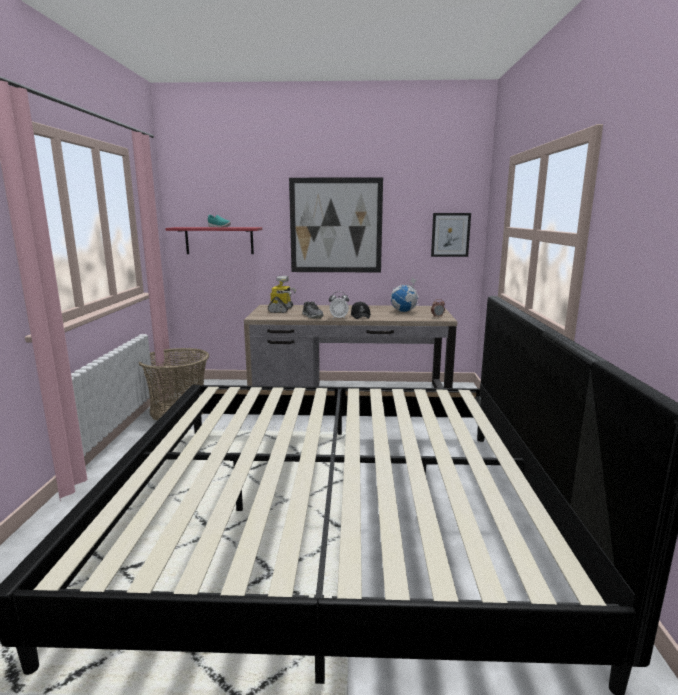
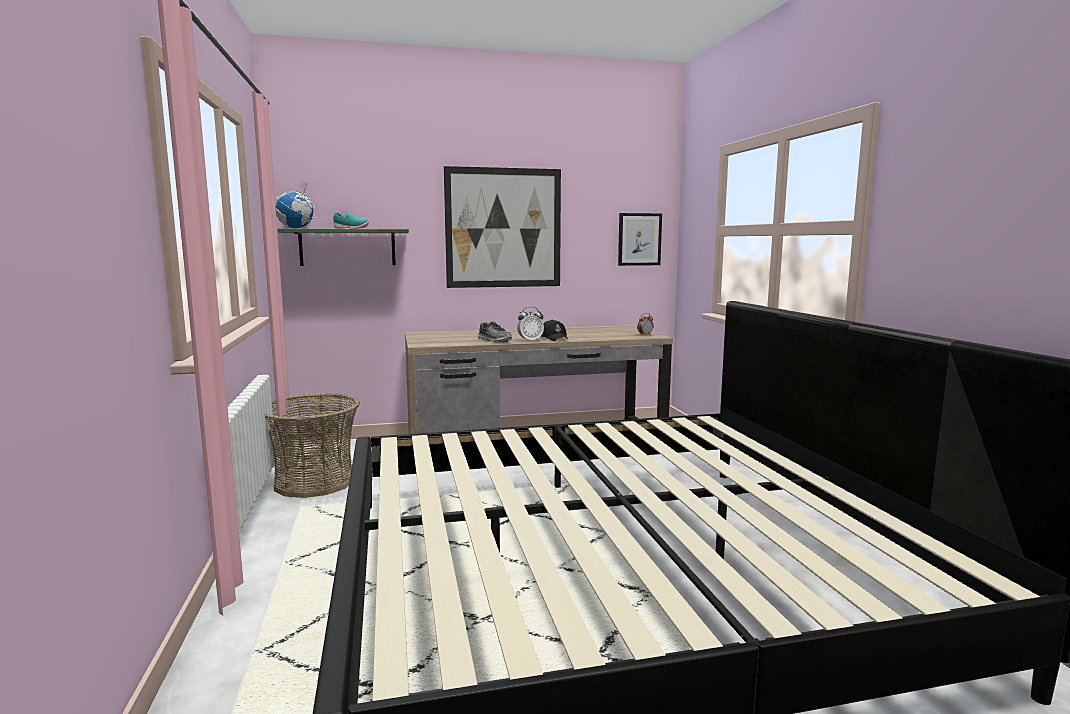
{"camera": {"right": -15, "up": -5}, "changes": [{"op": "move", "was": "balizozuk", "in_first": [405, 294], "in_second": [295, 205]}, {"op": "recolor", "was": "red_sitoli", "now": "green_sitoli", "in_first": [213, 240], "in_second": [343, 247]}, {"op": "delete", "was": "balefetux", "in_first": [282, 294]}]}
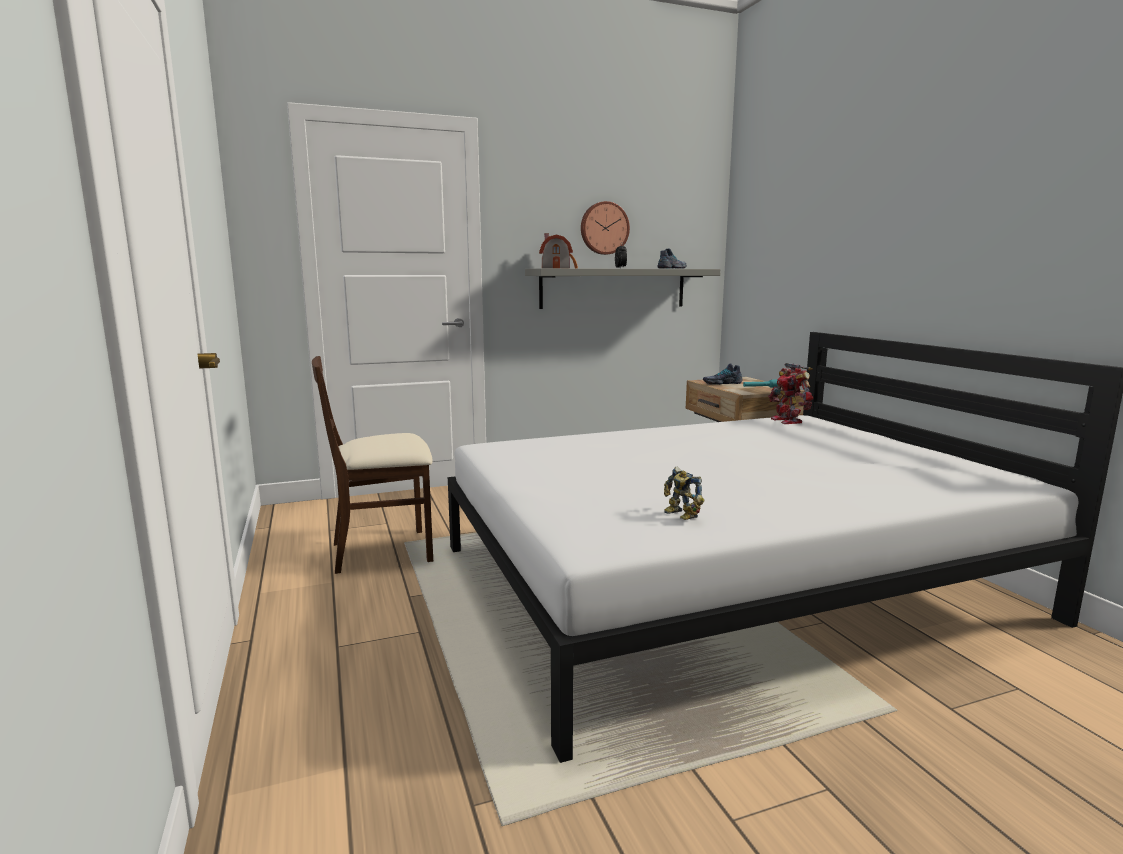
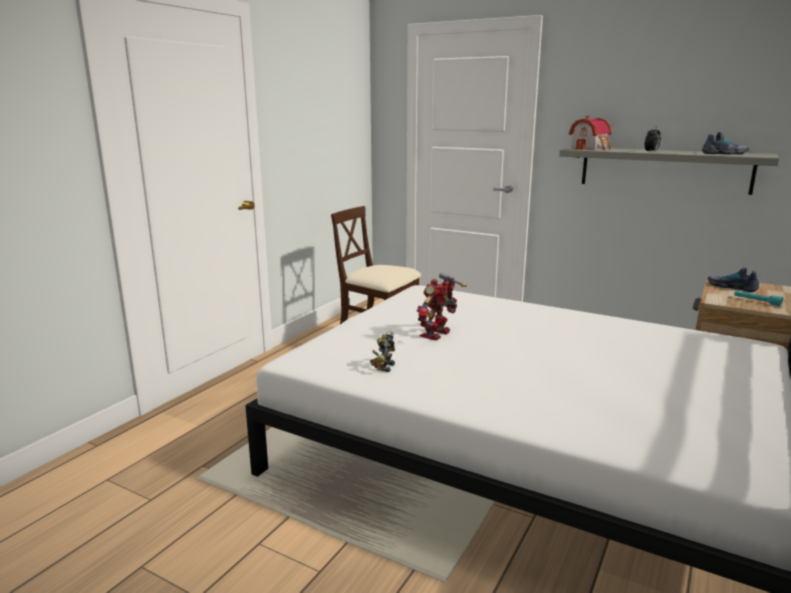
{"camera": {"right": 50, "up": 5}, "changes": [{"op": "move", "was": "balefetux", "in_first": [791, 393], "in_second": [442, 307]}, {"op": "delete", "was": "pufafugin", "in_first": [605, 228]}]}
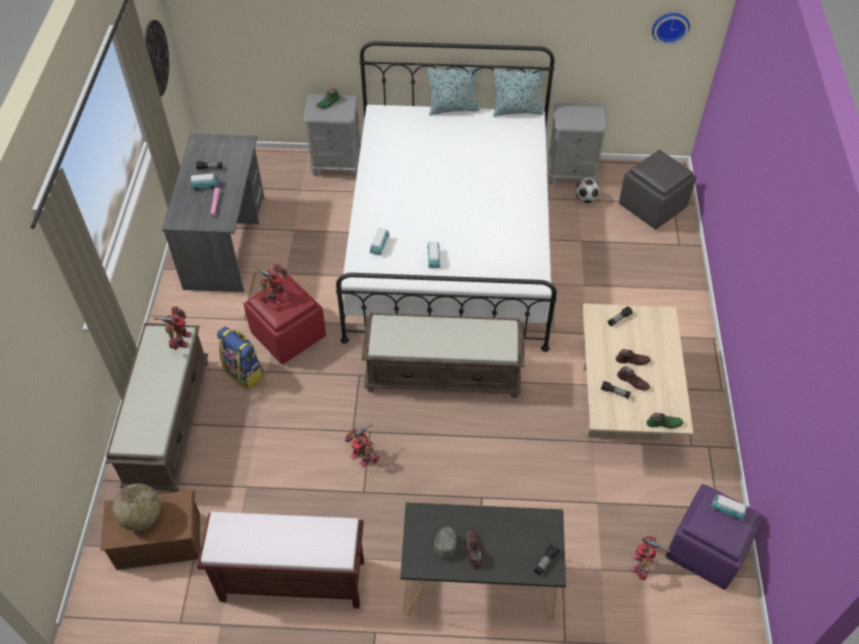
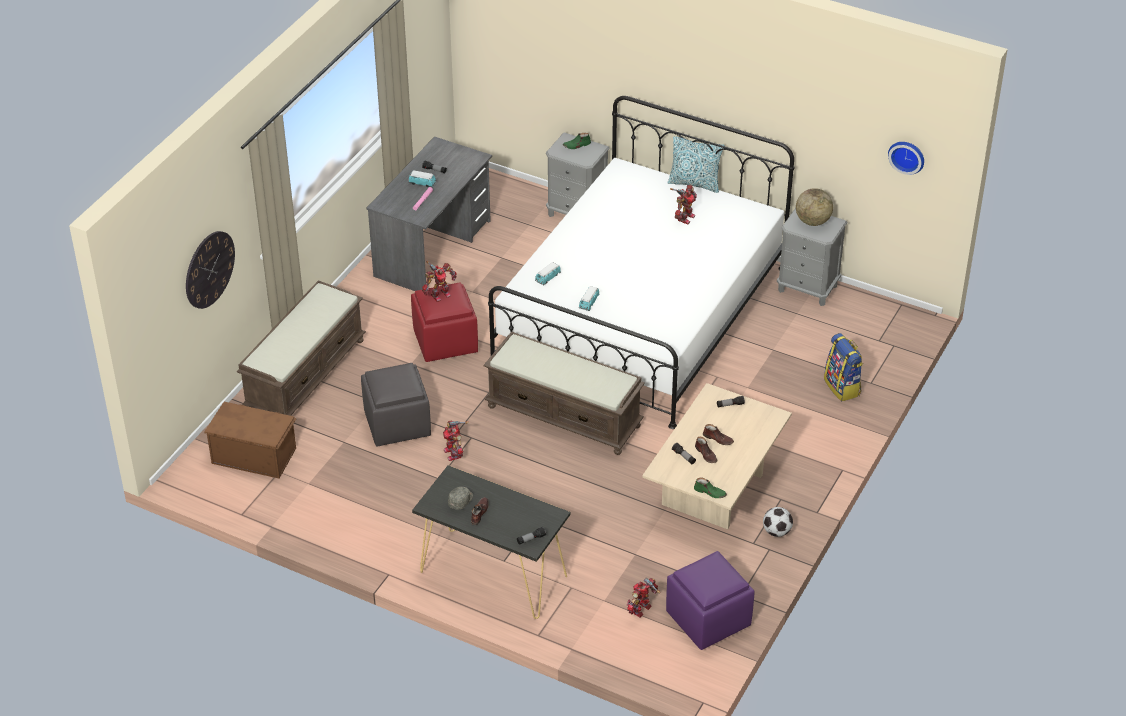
{"camera": {"right": 25, "up": -10}, "changes": [{"op": "move", "was": "pufafugin", "in_first": [156, 58], "in_second": [210, 270]}, {"op": "move", "was": "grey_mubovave", "in_first": [657, 190], "in_second": [396, 405]}, {"op": "move", "was": "balefetux", "in_first": [172, 328], "in_second": [683, 205]}, {"op": "move", "was": "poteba", "in_first": [587, 190], "in_second": [778, 522]}, {"op": "move", "was": "balizozuk", "in_first": [136, 507], "in_second": [814, 207]}, {"op": "move", "was": "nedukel", "in_first": [240, 358], "in_second": [843, 367]}, {"op": "delete", "was": "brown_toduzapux", "in_first": [280, 560]}, {"op": "delete", "was": "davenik", "in_first": [518, 93]}, {"op": "delete", "was": "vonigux", "in_first": [728, 508]}]}
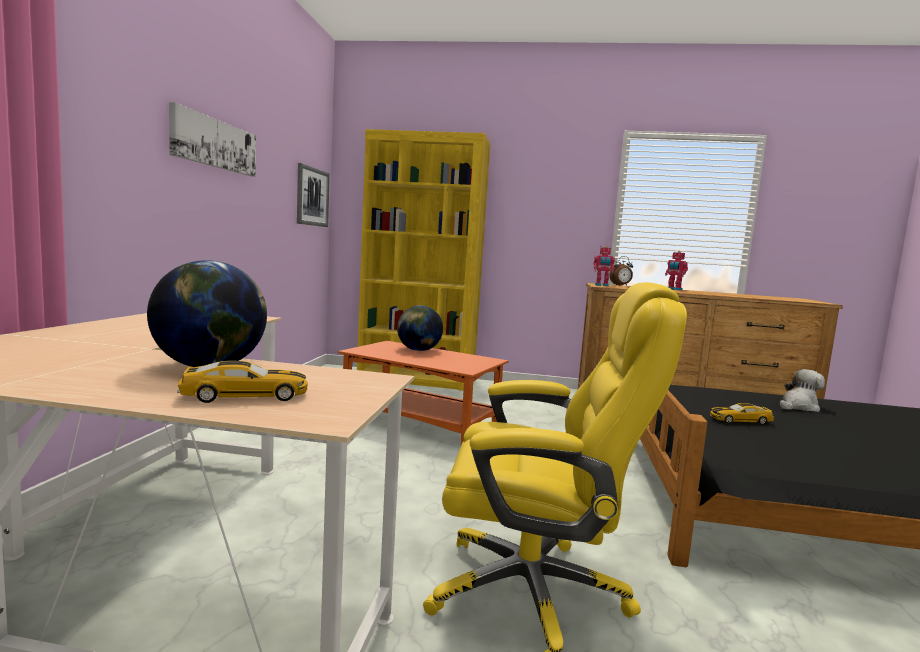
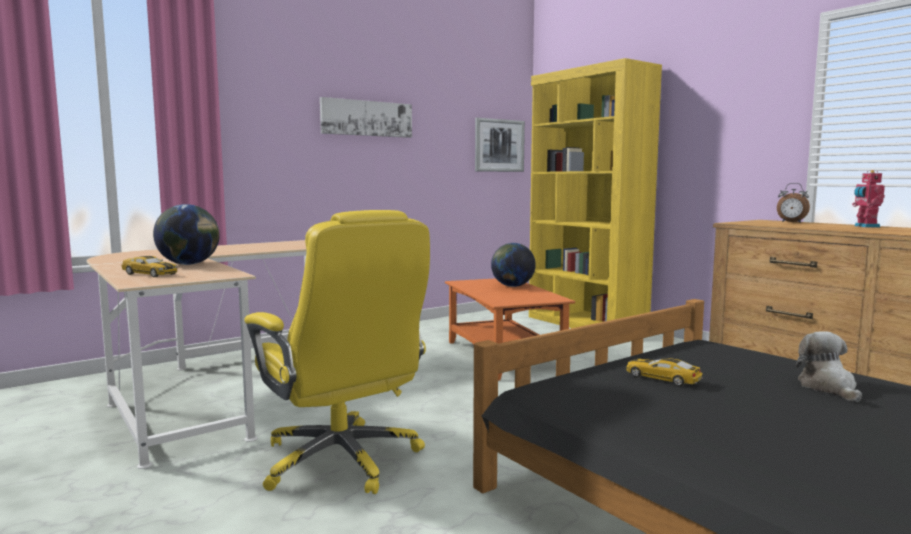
{"camera": {"right": 45, "up": 0}, "changes": [{"op": "rotate", "was": "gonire", "in_first": [802, 390], "in_second": [829, 367], "clockwise": -105}, {"op": "delete", "was": "balefetux", "in_first": [604, 266]}]}
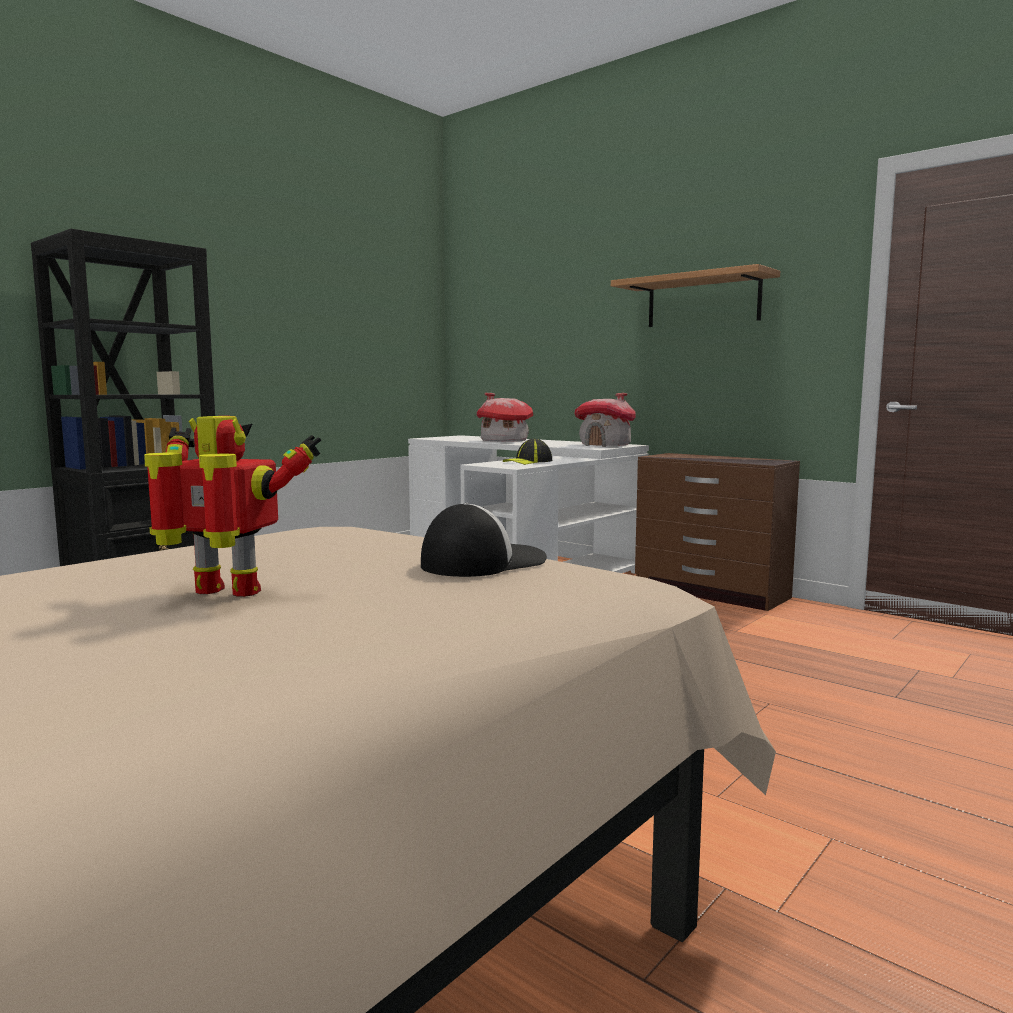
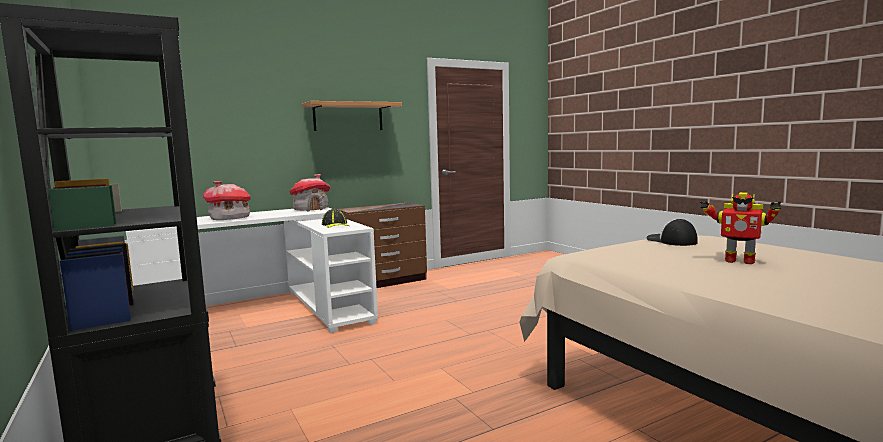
{"camera": {"right": -70, "up": 0}, "changes": [{"op": "rotate", "was": "balefetux", "in_first": [232, 506], "in_second": [741, 228], "clockwise": -90}]}
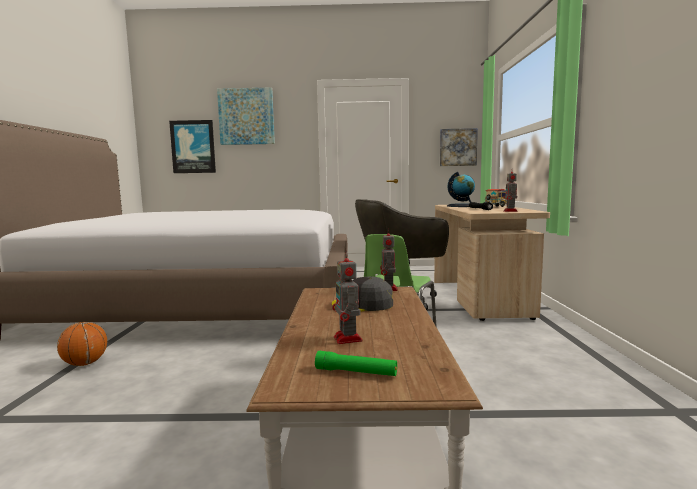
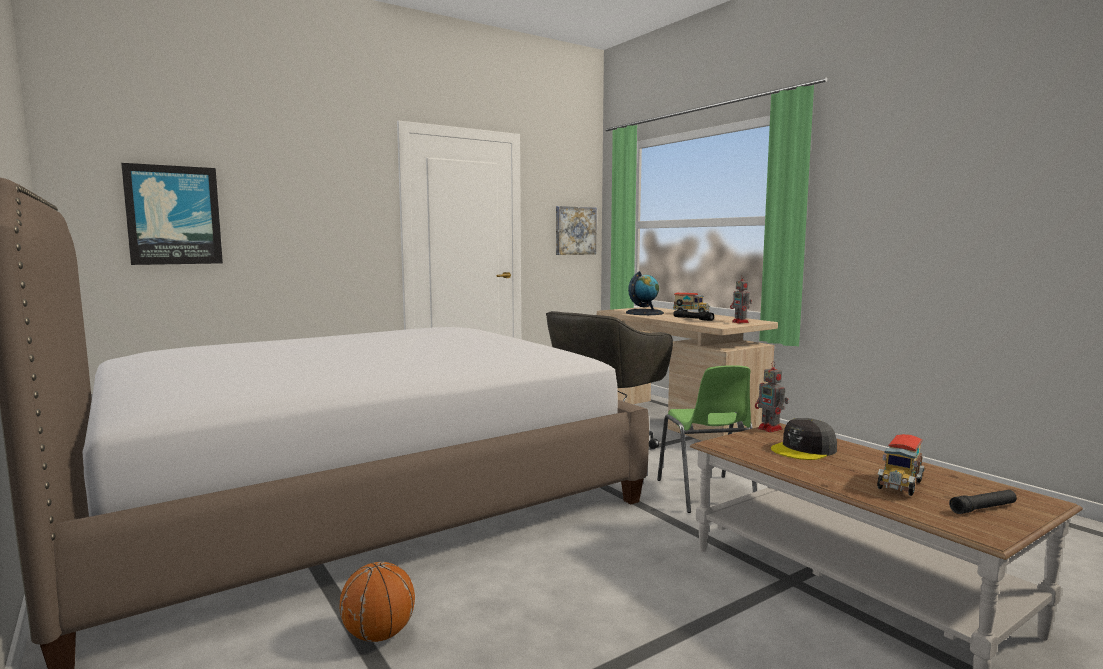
{"camera": {"right": -35, "up": 0}, "changes": [{"op": "replace", "was": "balefetux", "now": "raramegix", "in_first": [347, 297], "in_second": [900, 465]}, {"op": "recolor", "was": "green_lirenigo", "now": "black_lirenigo", "in_first": [356, 363], "in_second": [983, 502]}, {"op": "delete", "was": "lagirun", "in_first": [246, 116]}]}
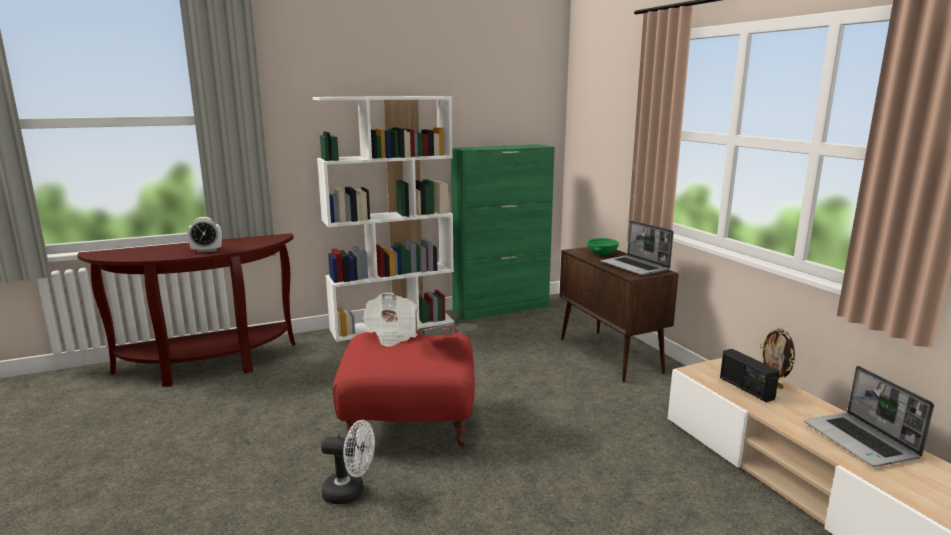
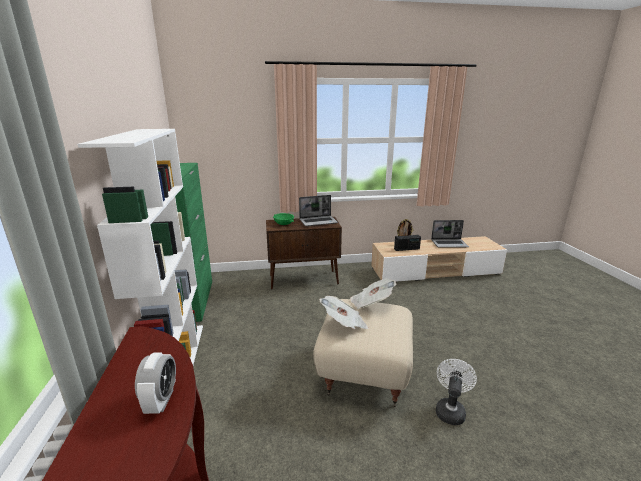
{"camera": {"right": -75, "up": 5}, "changes": [{"op": "recolor", "was": "red_mubovave", "now": "beige_mubovave", "in_first": [404, 389], "in_second": [363, 353]}]}
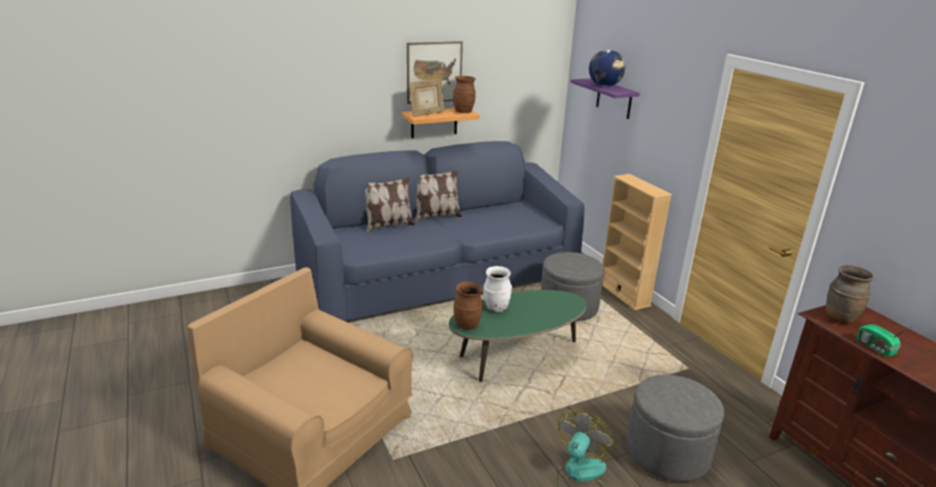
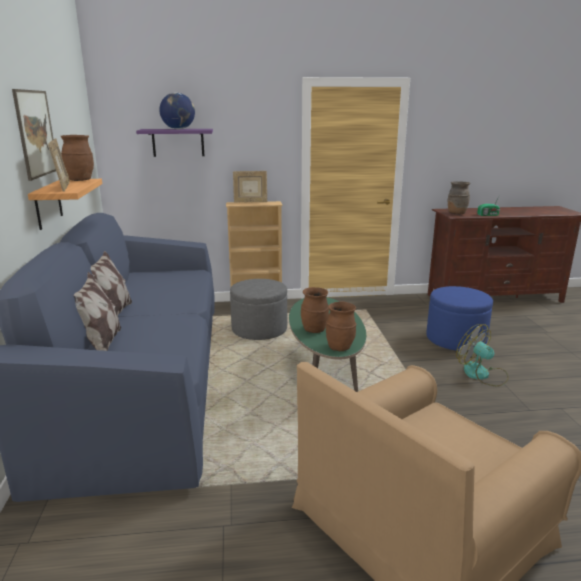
{"camera": {"right": -70, "up": -5}, "changes": [{"op": "insert", "now": "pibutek", "in_second": [250, 186]}, {"op": "recolor", "was": "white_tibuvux", "now": "brown_tibuvux", "in_first": [497, 289], "in_second": [315, 310]}, {"op": "recolor", "was": "grey_mubovave", "now": "blue_mubovave", "in_first": [675, 428], "in_second": [459, 318]}]}
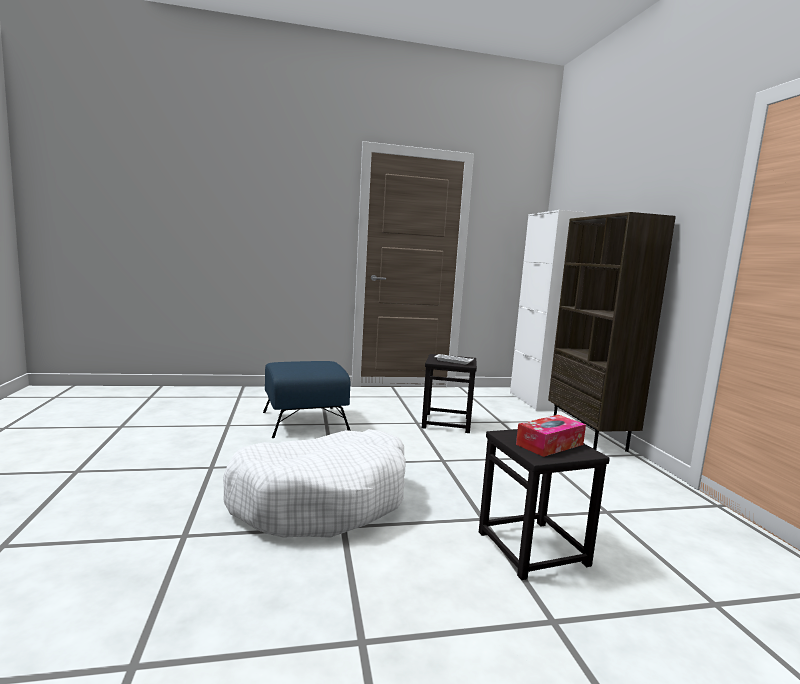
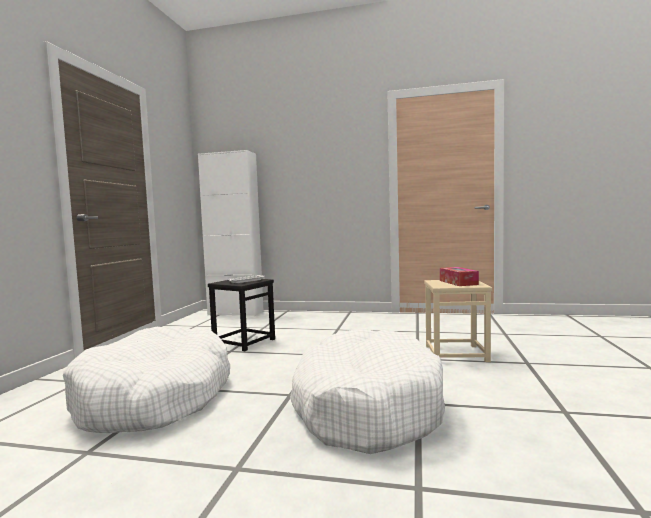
{"camera": {"right": -65, "up": -5}, "changes": [{"op": "replace", "was": "blue_mubovave", "now": "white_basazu", "in_first": [307, 399], "in_second": [146, 379]}, {"op": "recolor", "was": "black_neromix", "now": "beige_neromix", "in_first": [544, 504], "in_second": [458, 321]}, {"op": "delete", "was": "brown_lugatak", "in_first": [612, 332]}]}
